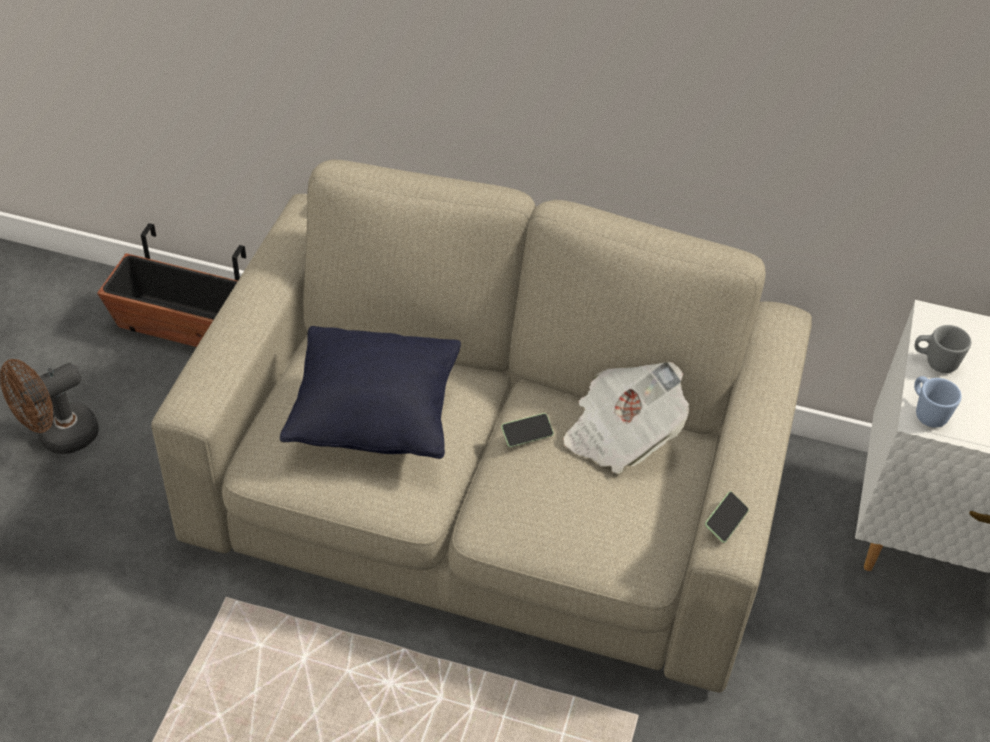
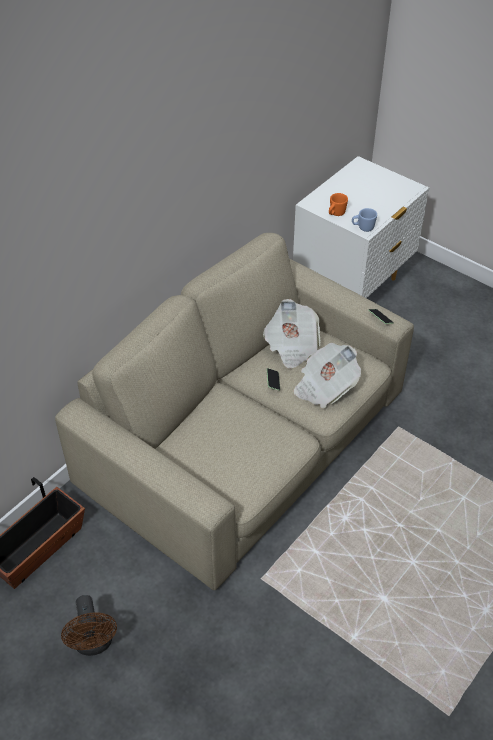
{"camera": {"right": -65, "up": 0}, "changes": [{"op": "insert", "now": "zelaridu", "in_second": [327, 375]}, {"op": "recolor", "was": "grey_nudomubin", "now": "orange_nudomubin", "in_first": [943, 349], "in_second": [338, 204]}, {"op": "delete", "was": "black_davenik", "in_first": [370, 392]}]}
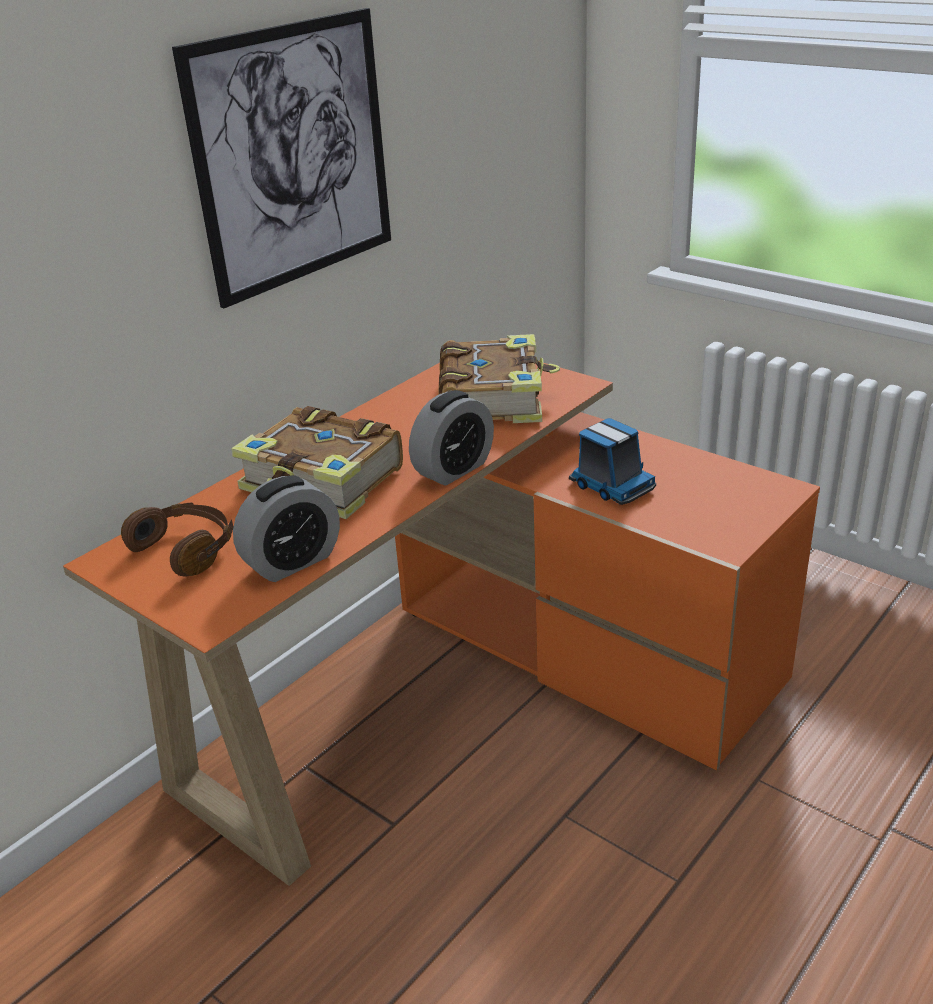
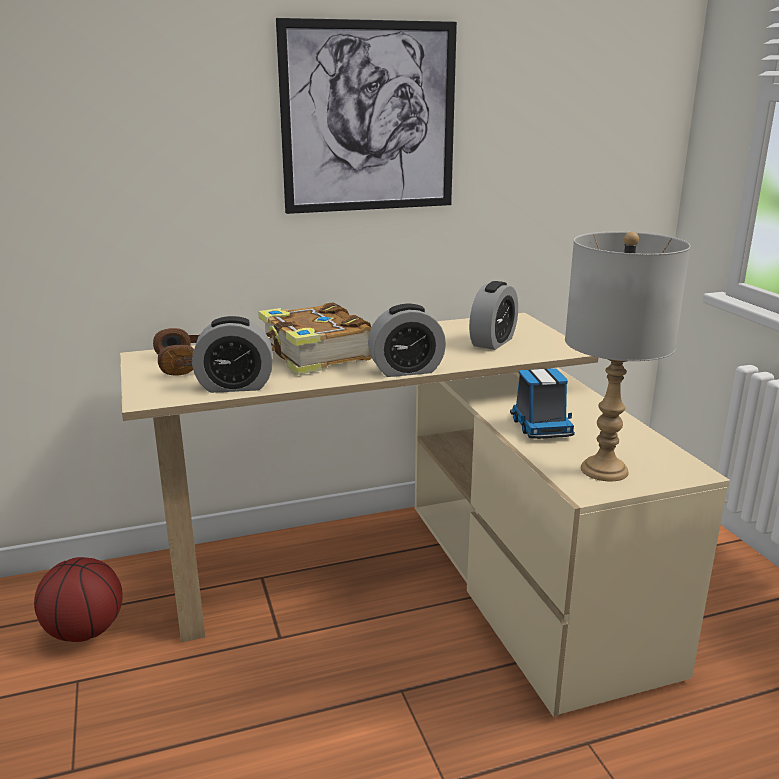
{"camera": {"right": 30, "up": -10}, "changes": [{"op": "insert", "now": "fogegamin", "in_second": [78, 599]}, {"op": "recolor", "was": "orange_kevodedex", "now": "beige_kevodedex", "in_first": [441, 624], "in_second": [425, 515]}, {"op": "replace", "was": "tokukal", "now": "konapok", "in_first": [499, 378], "in_second": [493, 315]}, {"op": "insert", "now": "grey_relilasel", "in_second": [627, 356]}]}
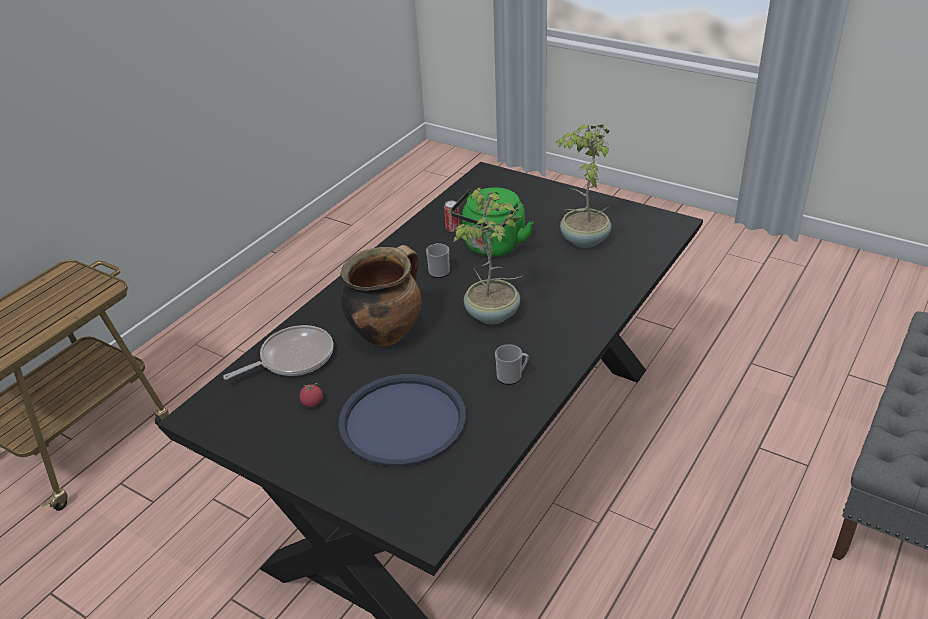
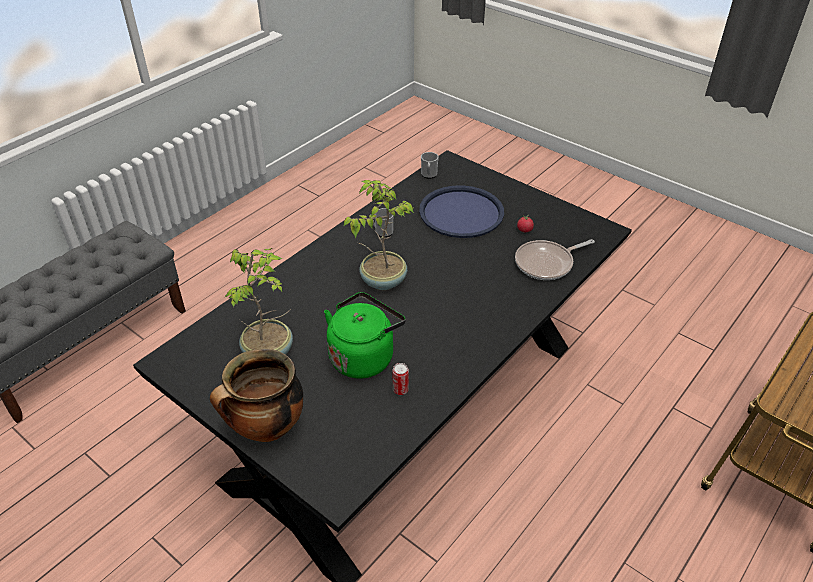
{"camera": {"right": -175, "up": 5}, "changes": [{"op": "move", "was": "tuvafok", "in_first": [380, 295], "in_second": [256, 395]}, {"op": "move", "was": "nudomubin", "in_first": [438, 260], "in_second": [430, 165]}]}
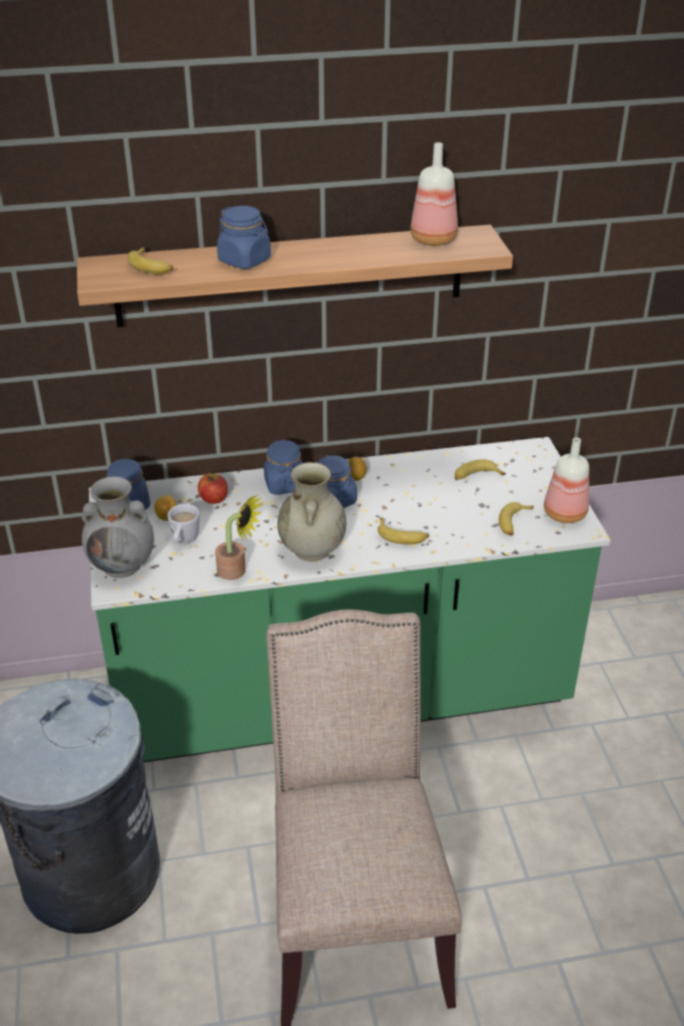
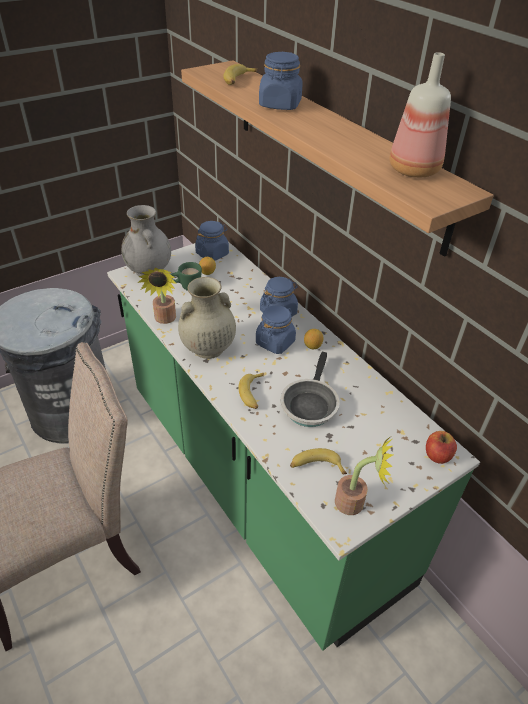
{"camera": {"right": 65, "up": 5}, "changes": [{"op": "recolor", "was": "white_nudomubin", "now": "green_nudomubin", "in_first": [184, 523], "in_second": [186, 276]}, {"op": "insert", "now": "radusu", "in_second": [310, 389]}, {"op": "replace", "was": "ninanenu", "now": "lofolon", "in_first": [566, 480], "in_second": [364, 476]}, {"op": "move", "was": "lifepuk", "in_first": [213, 488], "in_second": [441, 447]}, {"op": "delete", "was": "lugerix", "in_first": [480, 469]}]}
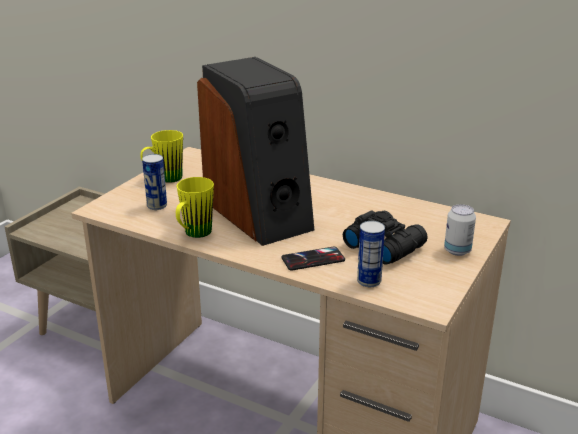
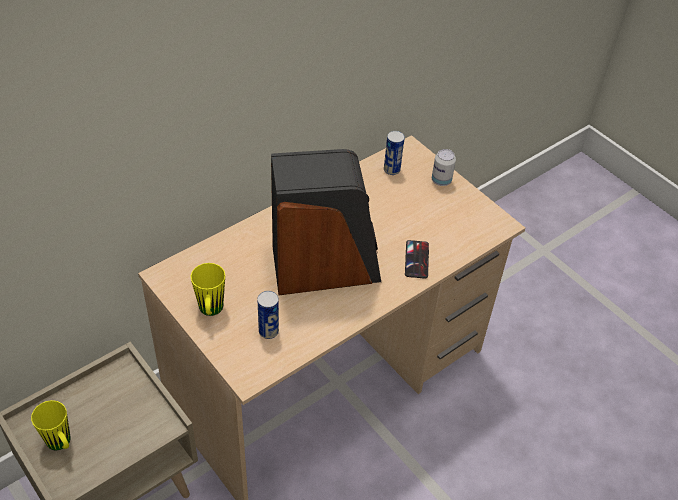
{"camera": {"right": -70, "up": 20}, "changes": [{"op": "move", "was": "yellow_nudomubin", "in_first": [195, 207], "in_second": [51, 425]}, {"op": "move", "was": "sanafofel", "in_first": [371, 254], "in_second": [394, 153]}, {"op": "delete", "was": "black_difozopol", "in_first": [385, 238]}]}
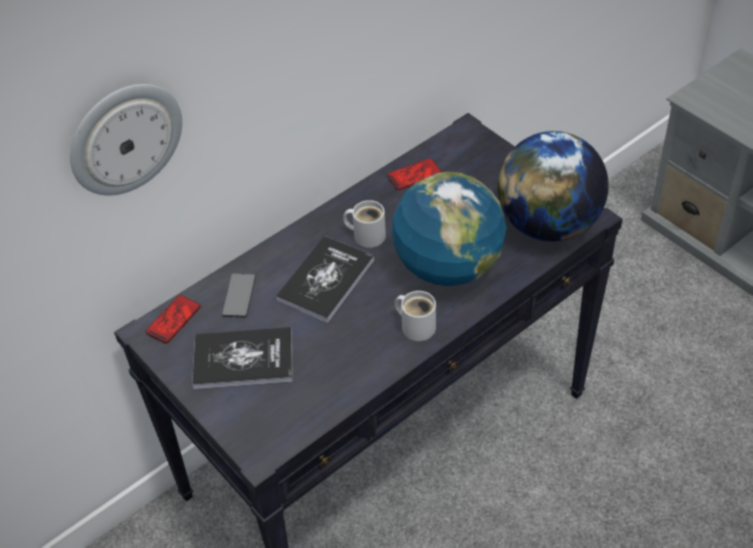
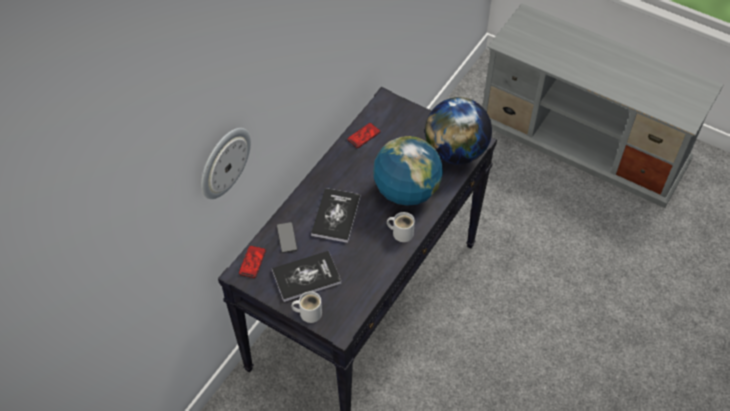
{"camera": {"right": -20, "up": 5}, "changes": [{"op": "move", "was": "white_nudomubin", "in_first": [364, 224], "in_second": [306, 307]}]}
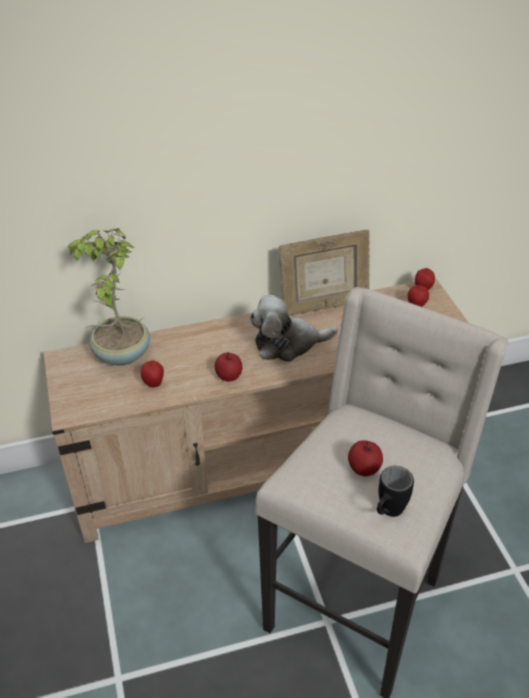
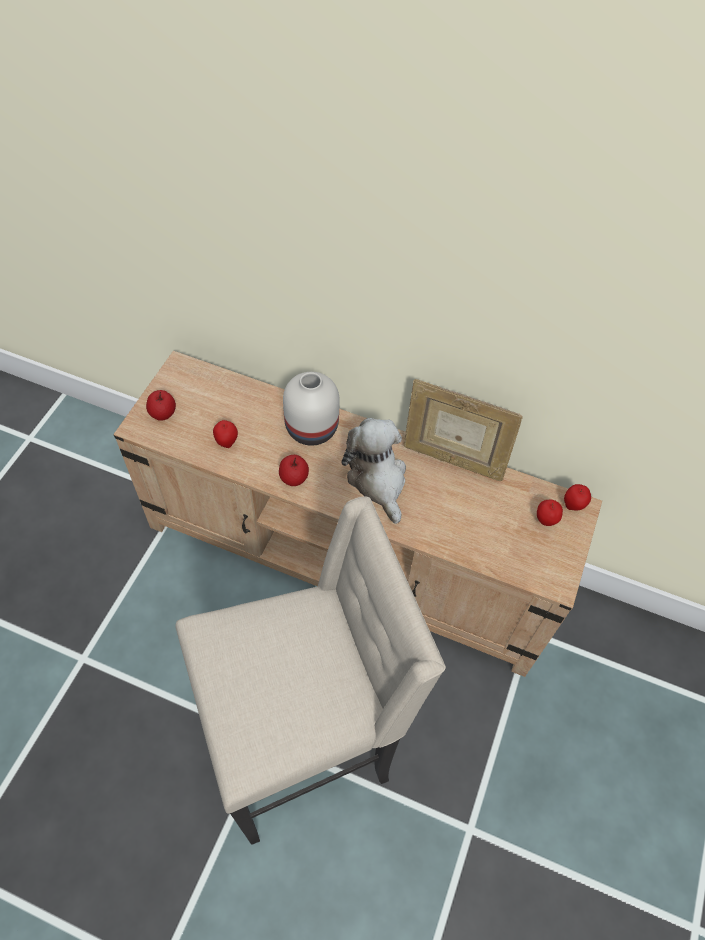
{"camera": {"right": 35, "up": 15}, "changes": [{"op": "move", "was": "lifepuk", "in_first": [365, 458], "in_second": [161, 405]}, {"op": "insert", "now": "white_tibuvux", "in_second": [311, 409]}, {"op": "rotate", "was": "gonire", "in_first": [294, 328], "in_second": [373, 471], "clockwise": 45}, {"op": "delete", "was": "lofolon", "in_first": [109, 297]}, {"op": "delete", "was": "black_nudomubin", "in_first": [395, 491]}]}
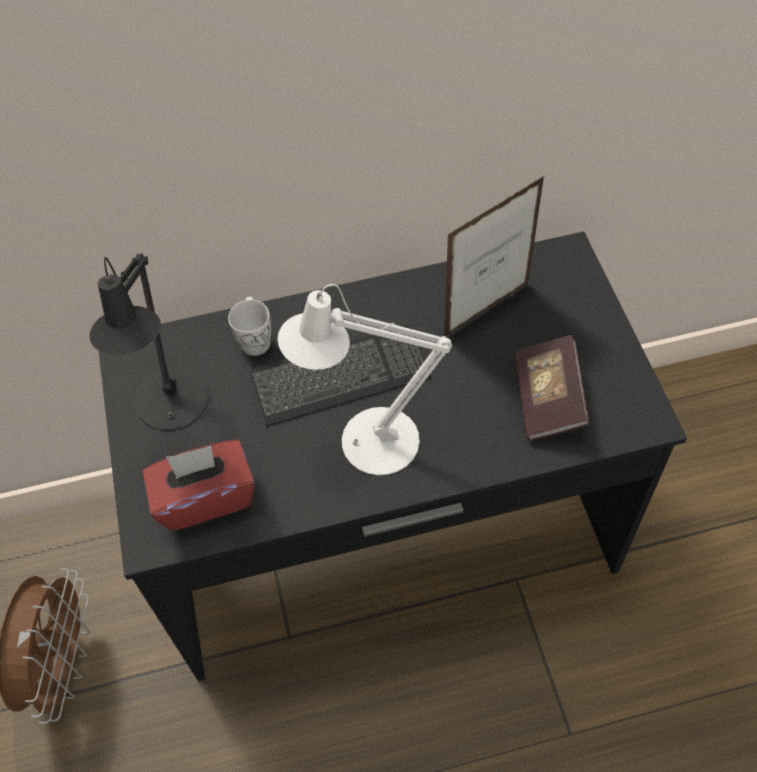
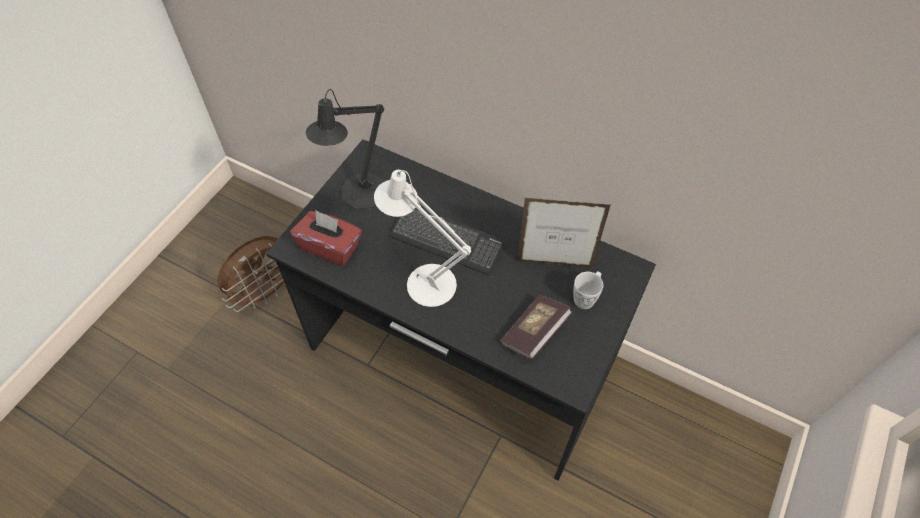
{"camera": {"right": 40, "up": 0}, "changes": [{"op": "move", "was": "white_nudomubin", "in_first": [249, 326], "in_second": [588, 290]}]}
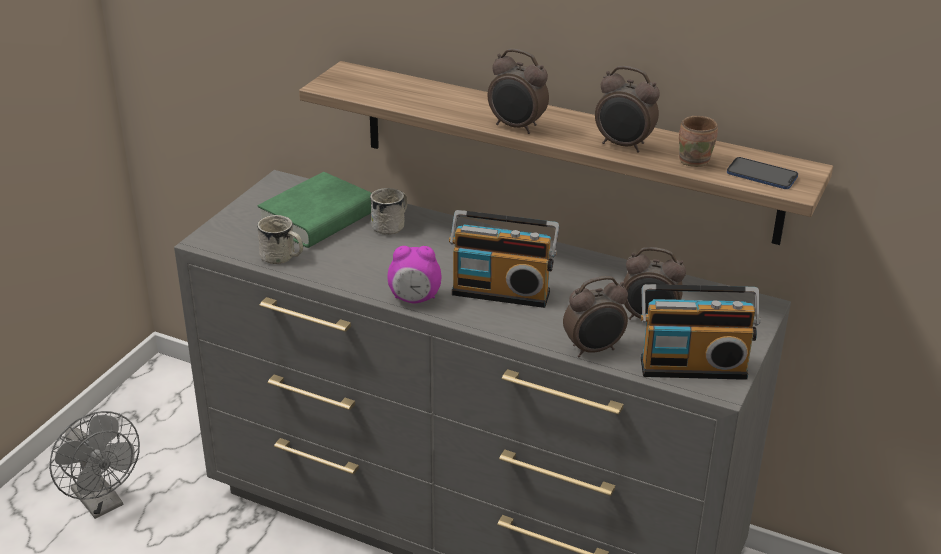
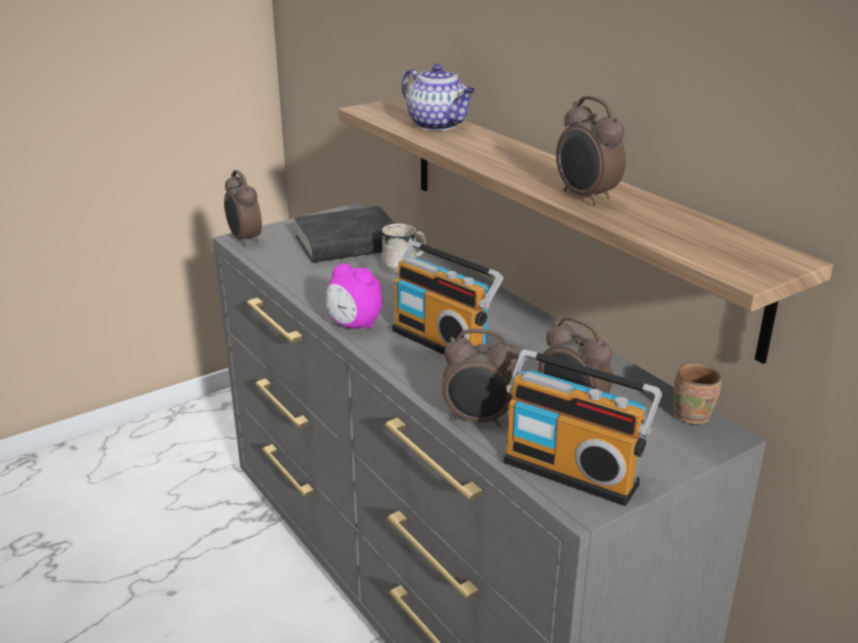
{"camera": {"right": 30, "up": -5}, "changes": [{"op": "move", "was": "konapok", "in_first": [518, 91], "in_second": [243, 208]}, {"op": "recolor", "was": "green_tokukal", "now": "black_tokukal", "in_first": [314, 210], "in_second": [344, 234]}, {"op": "insert", "now": "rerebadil", "in_second": [438, 97]}, {"op": "move", "was": "brown_nudomubin", "in_first": [698, 141], "in_second": [698, 393]}, {"op": "delete", "was": "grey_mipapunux", "in_first": [94, 465]}, {"op": "delete", "was": "white_nudomubin", "in_first": [280, 239]}, {"op": "delete", "was": "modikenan", "in_first": [762, 173]}]}
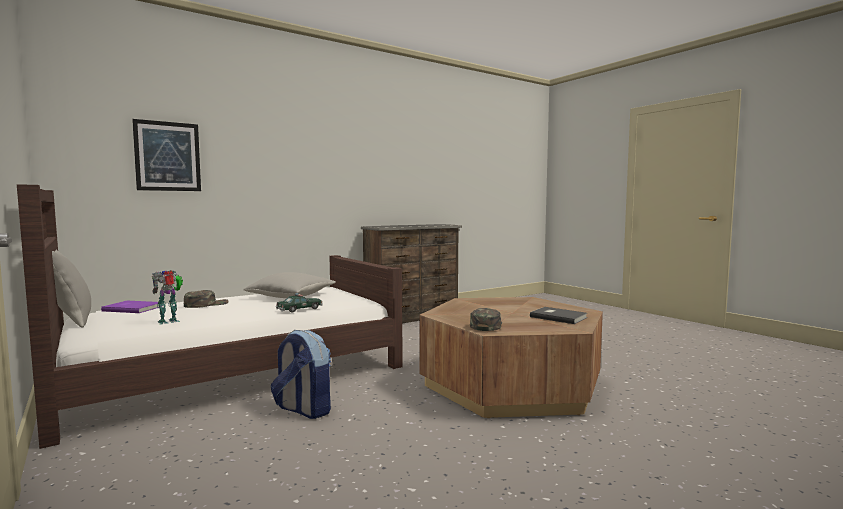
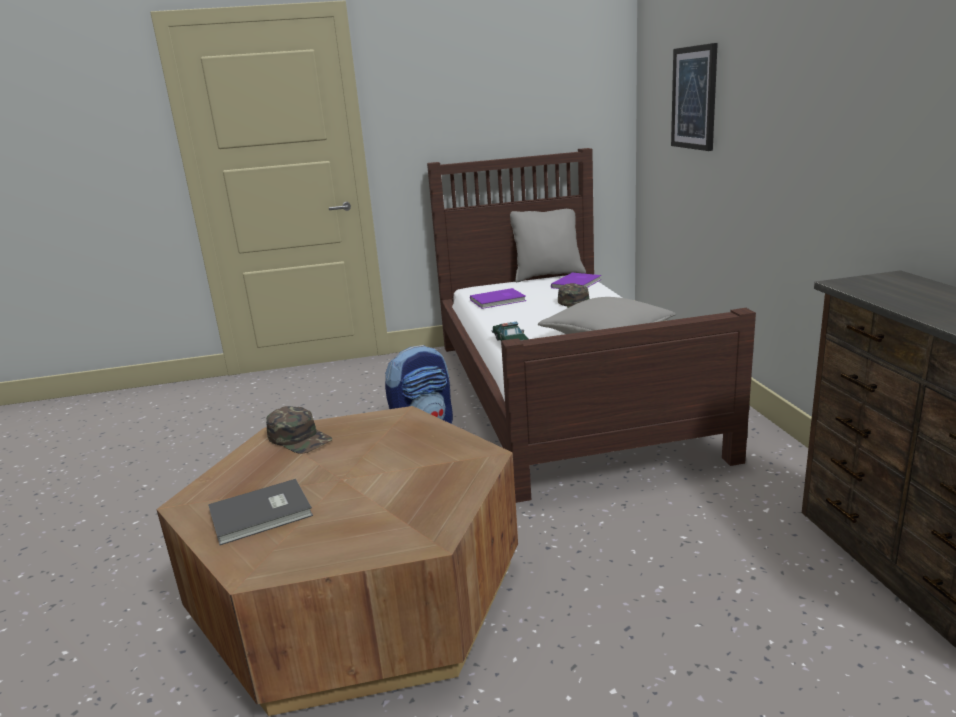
{"camera": {"right": 115, "up": 15}, "changes": [{"op": "replace", "was": "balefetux", "now": "purple_tokukal", "in_first": [167, 297], "in_second": [498, 298]}]}
